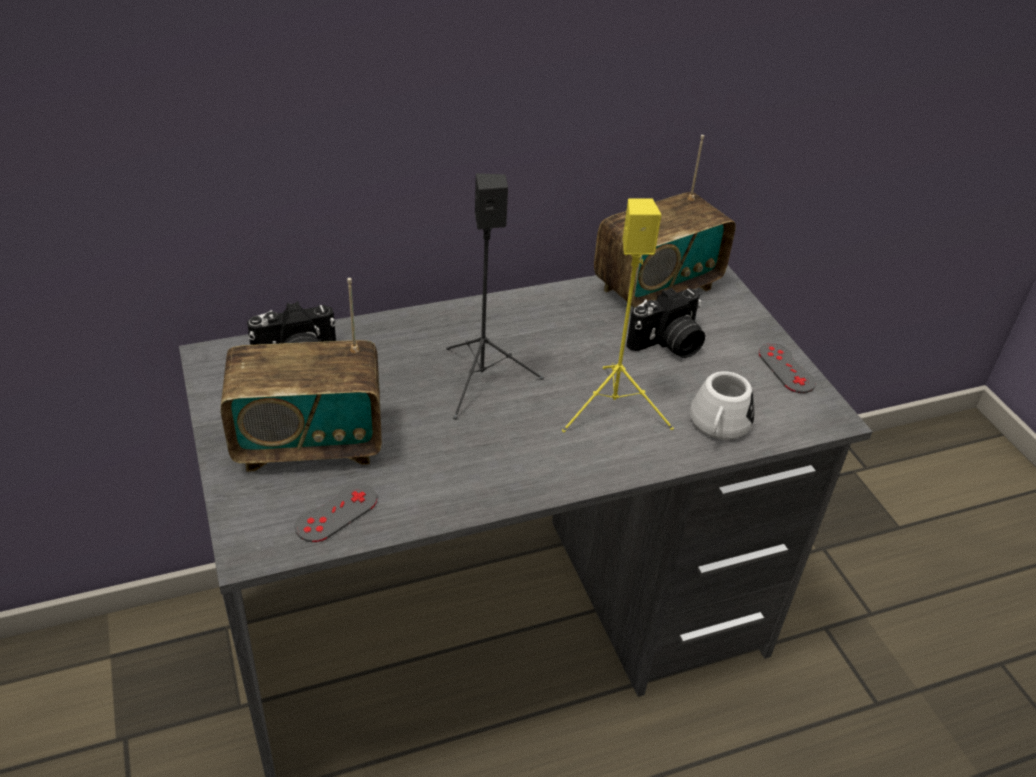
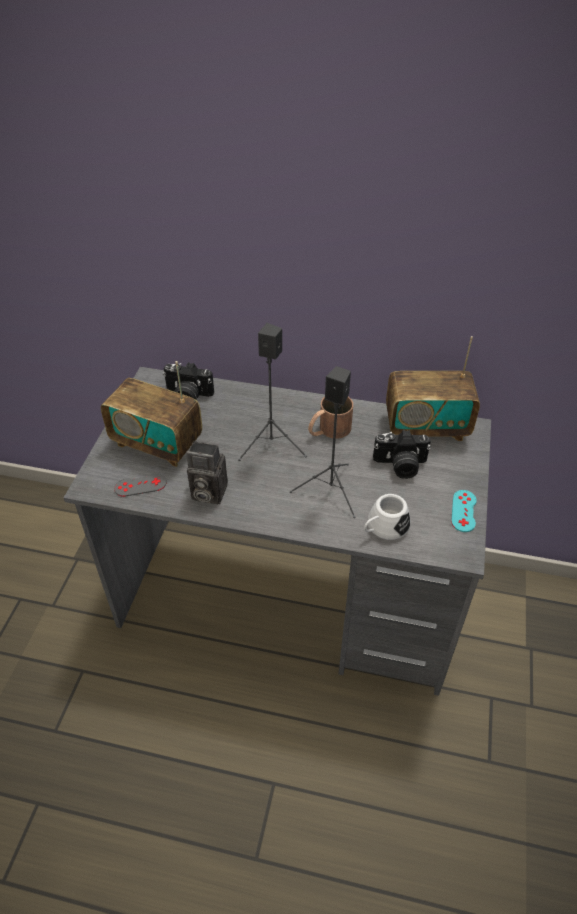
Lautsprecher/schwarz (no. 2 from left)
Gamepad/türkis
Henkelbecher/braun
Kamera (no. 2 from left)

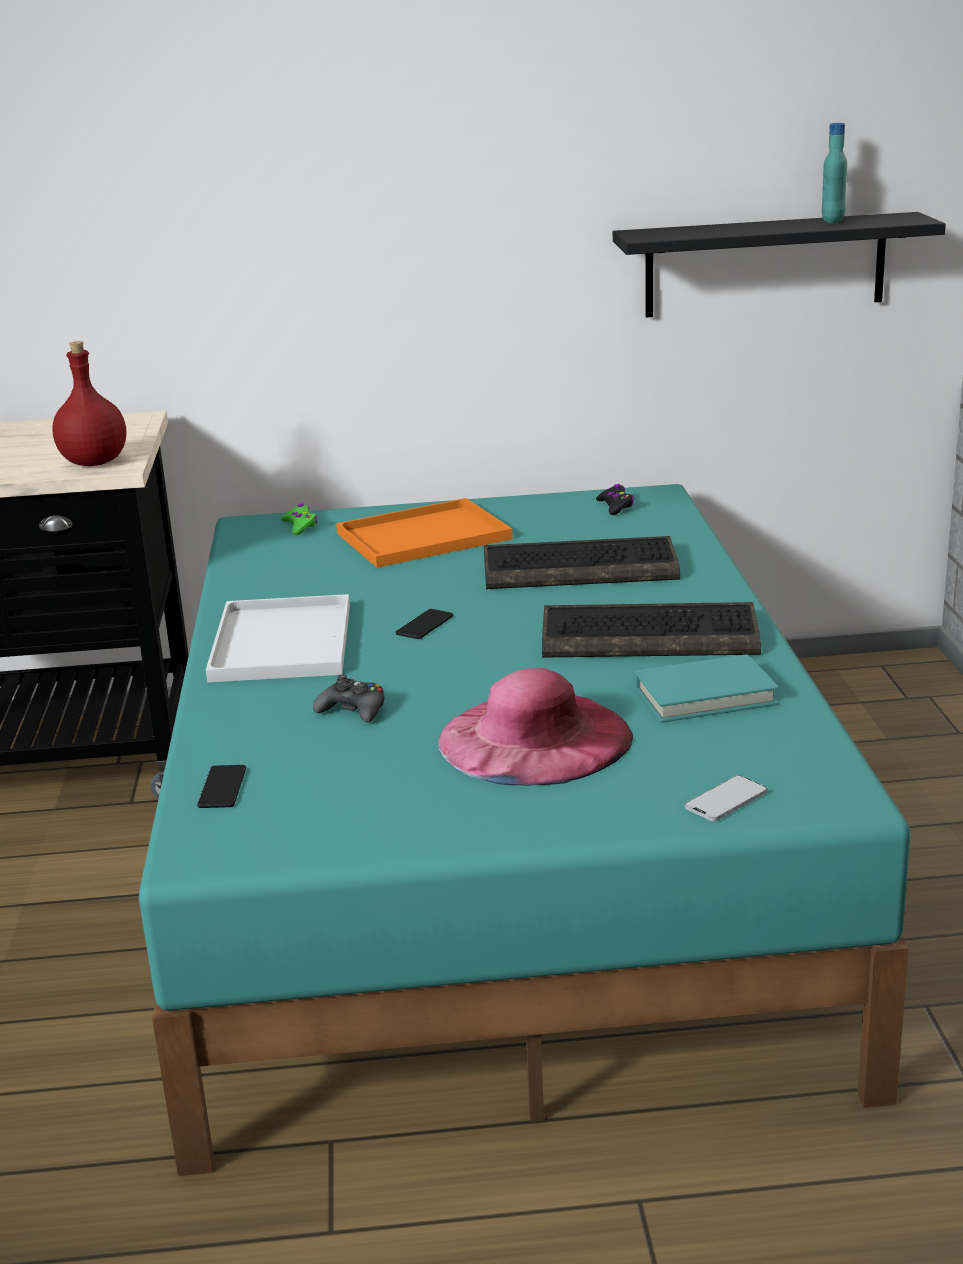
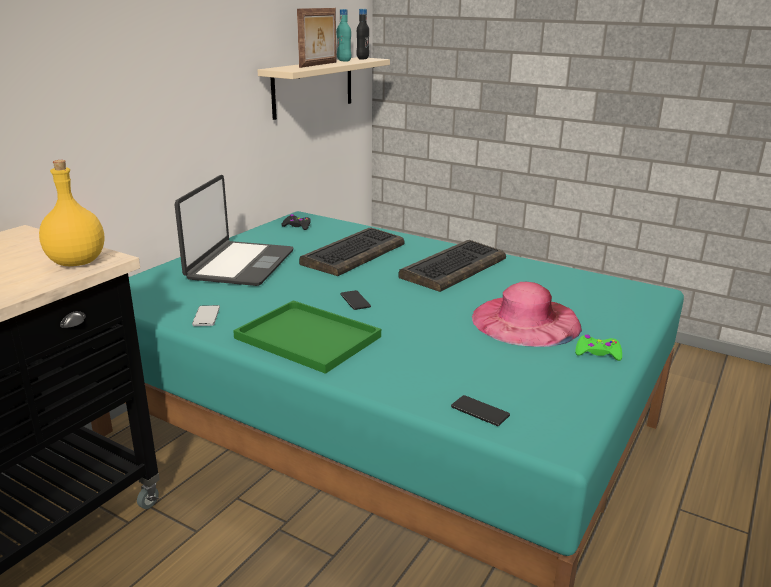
Wandregal/beige
Flasche/gelb
Laptop
Gamepad/grün
Tablett/grün
Buch/türkis
Gamepad/schwarz (no. 1 from left in the first image)
Handy (no. 1 from left)
Bilderrahmen
Flasche/schwarz

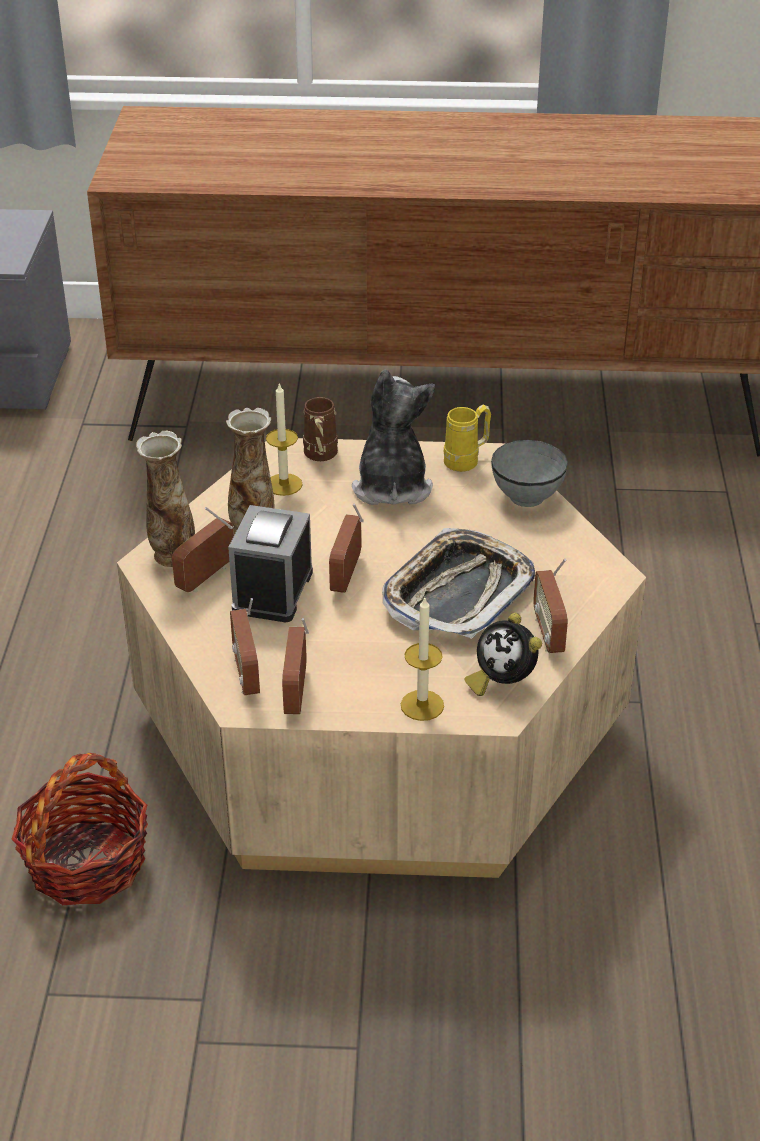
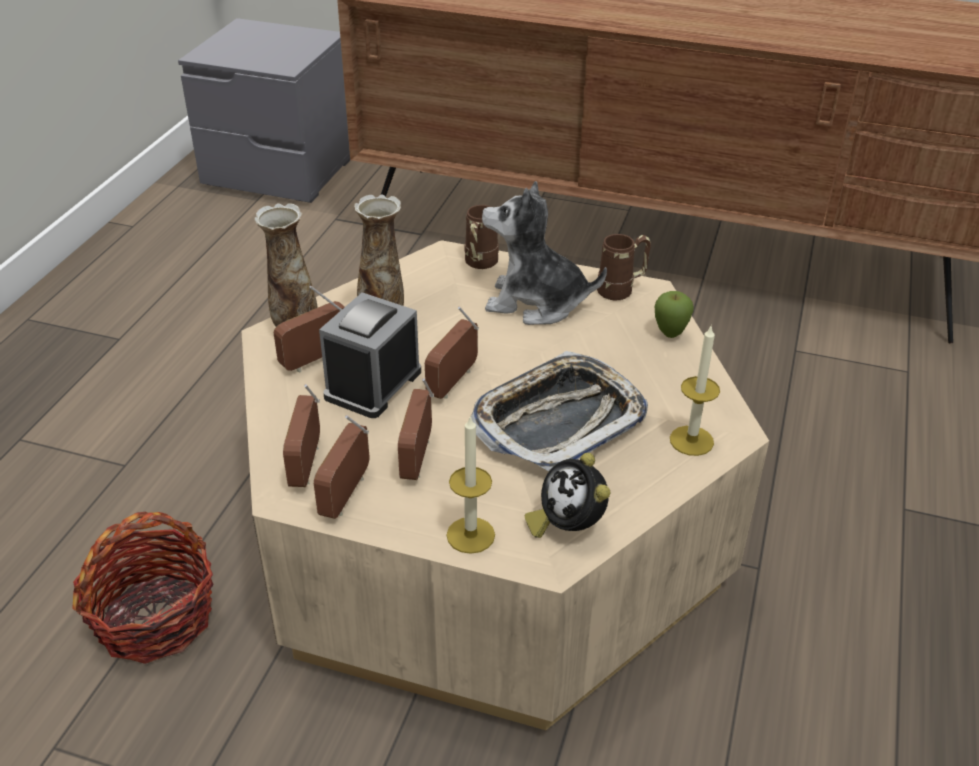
Plüschtier
Kerze (no. 2 from left)
Henkelbecher/braun (no. 2 from left)
Apfel
Radio (no. 4 from left)

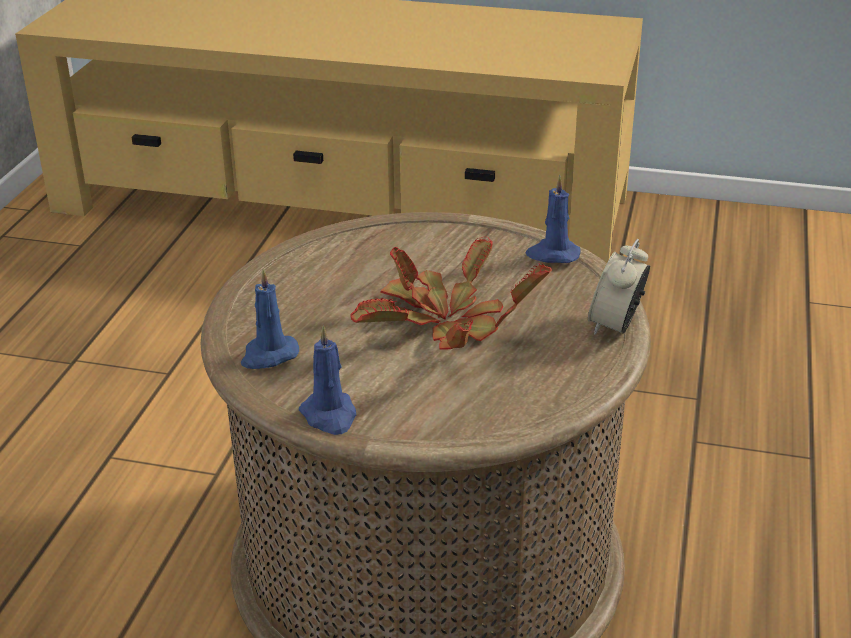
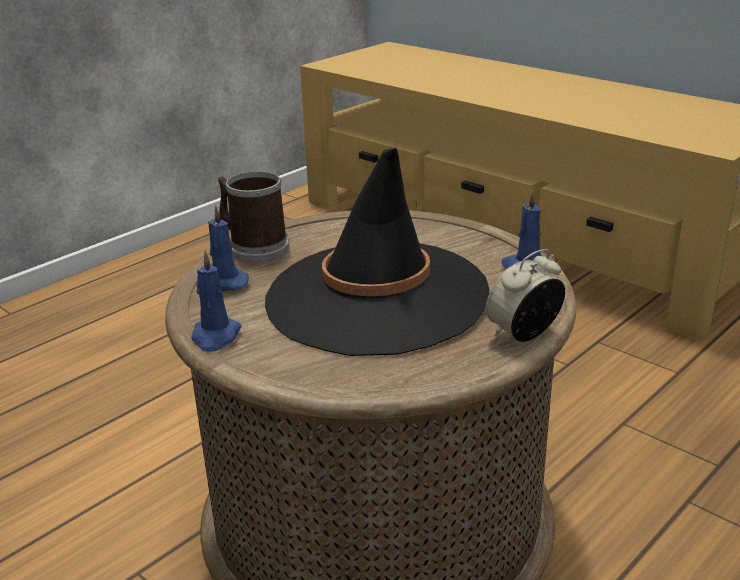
Hut/schwarz
Henkelbecher

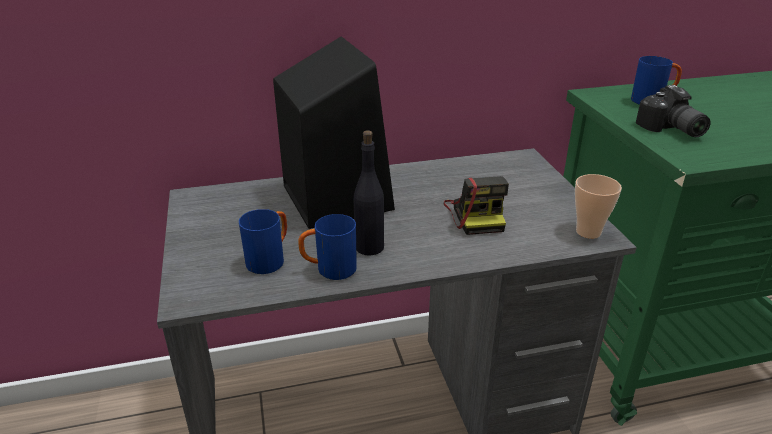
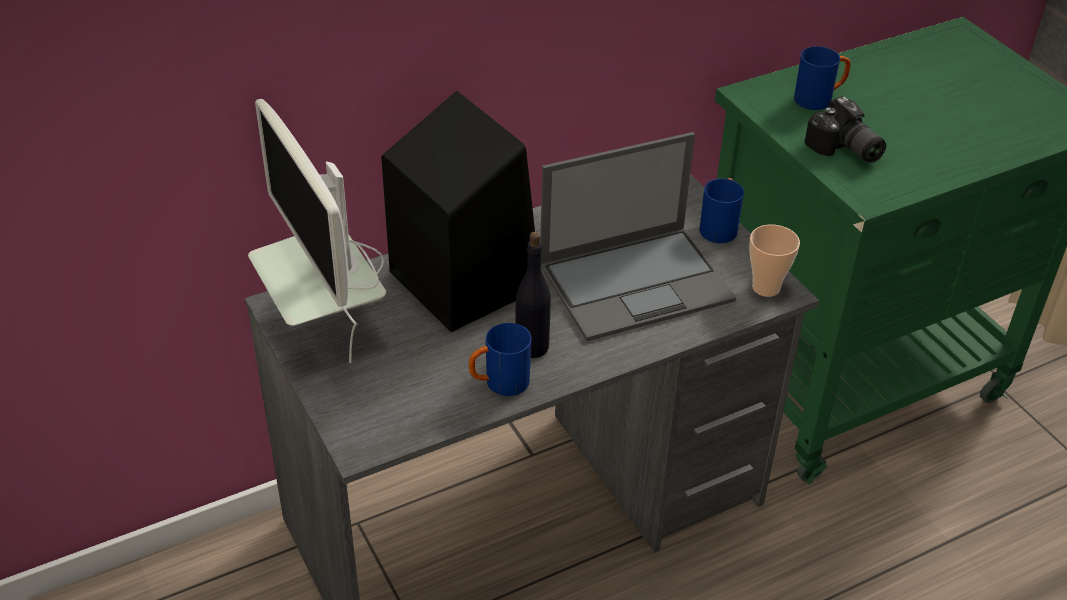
Laptop
Henkelbecher/blau (no. 2 from left)
Monitor

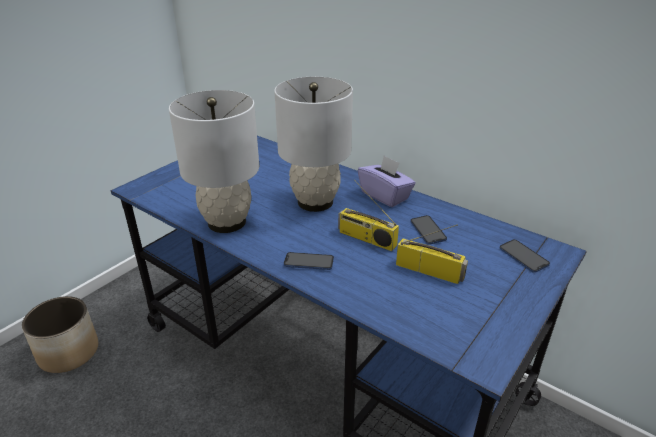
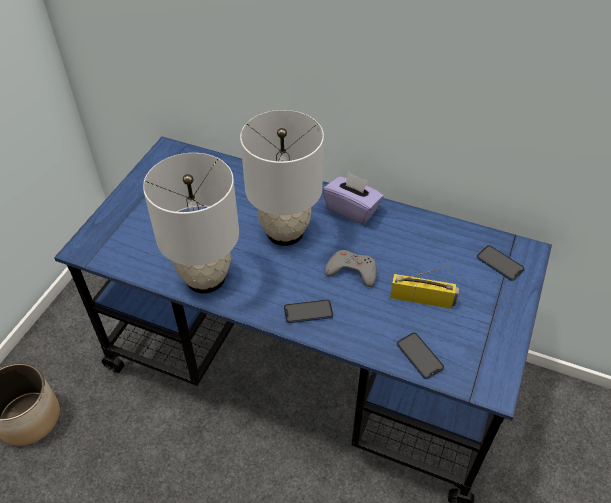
Gamepad/grau
Handy (no. 2 from left)

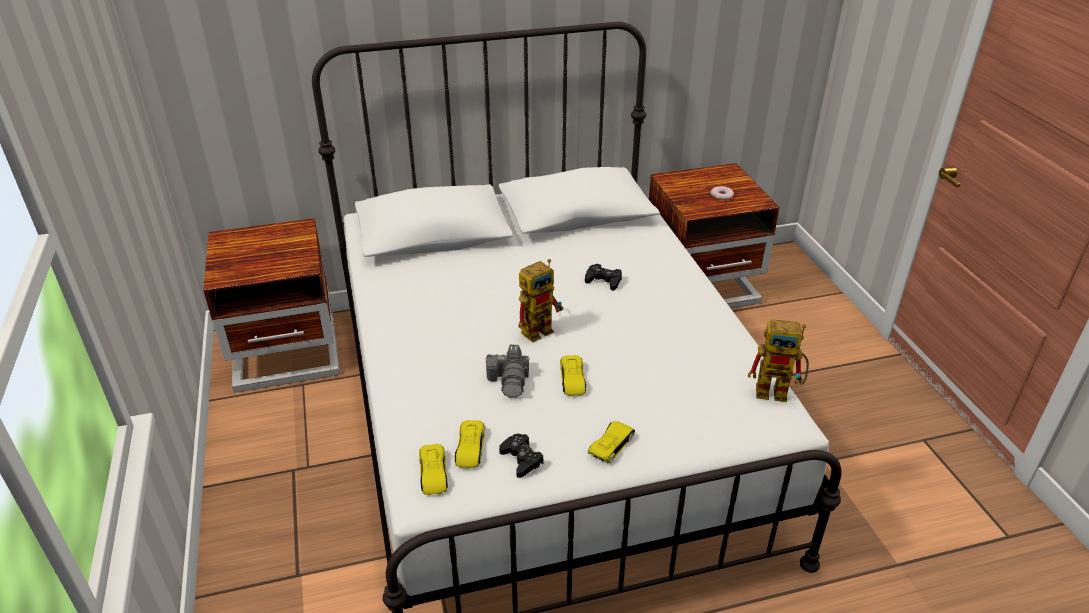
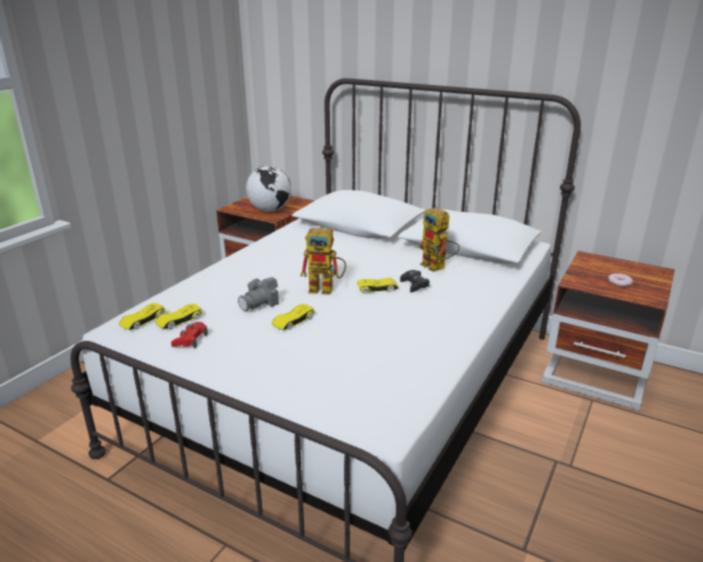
Spielzeugroboter (no. 2 from left)
Spielzeugauto/gelb (no. 4 from left)
Gamepad/rot
Globus

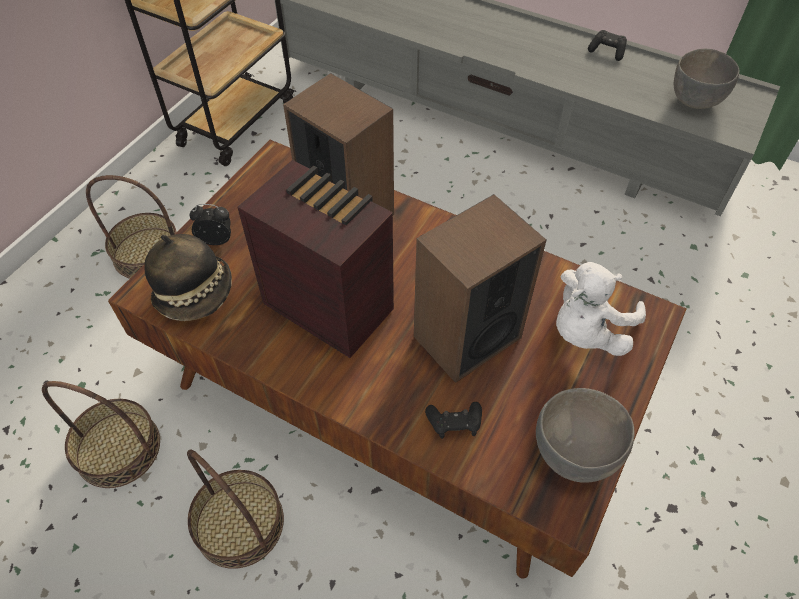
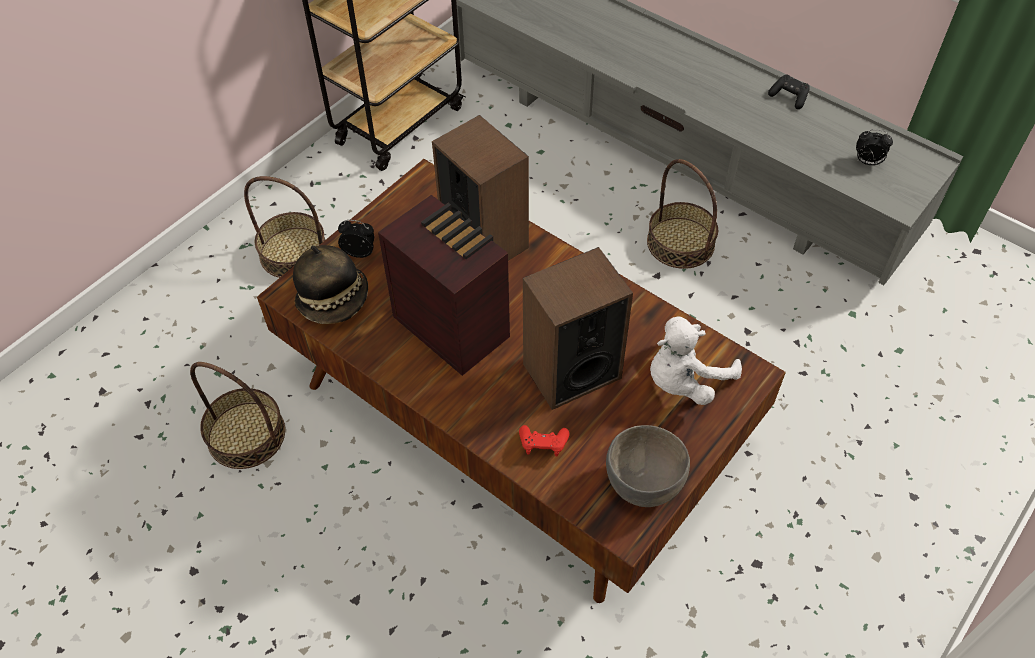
Wecker (no. 2 from left)
Gamepad/rot
Korb (no. 3 from left)

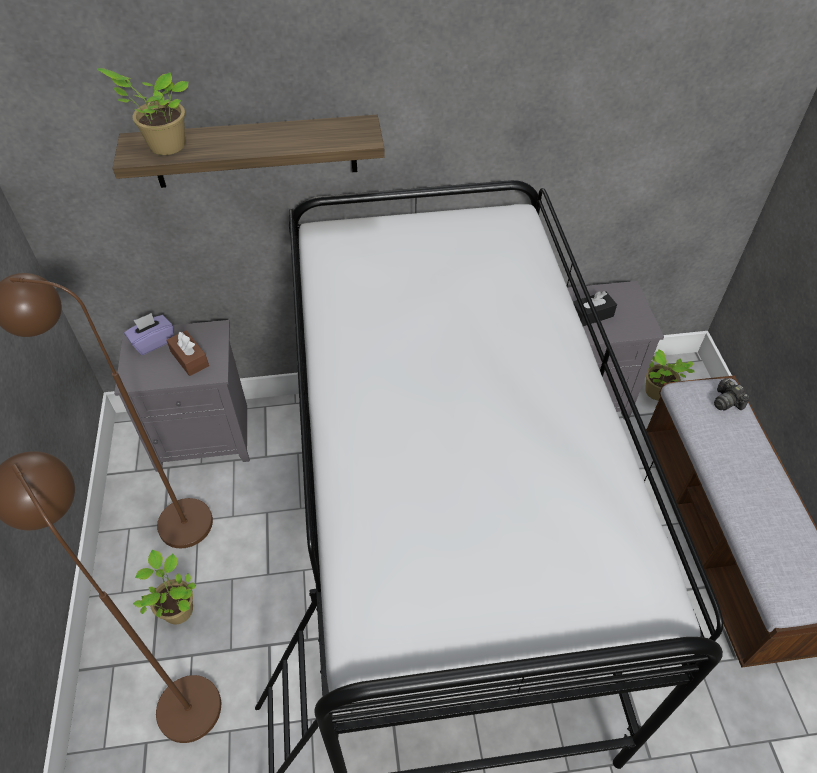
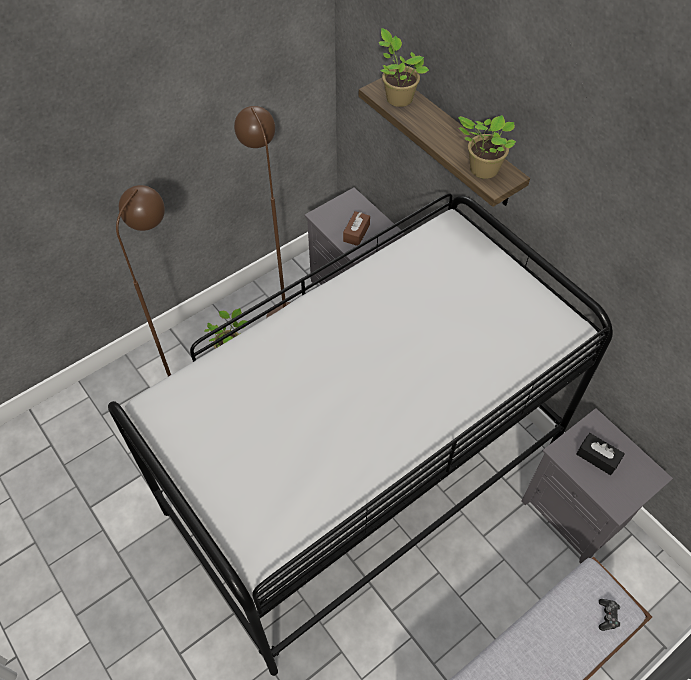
Taschentuchbox/lila
Topfpflanze (no. 3 from left)
Gamepad

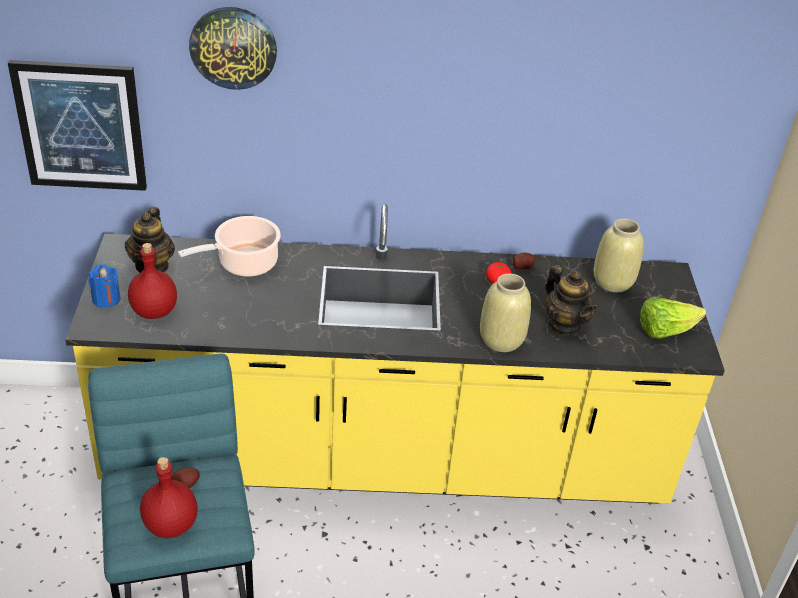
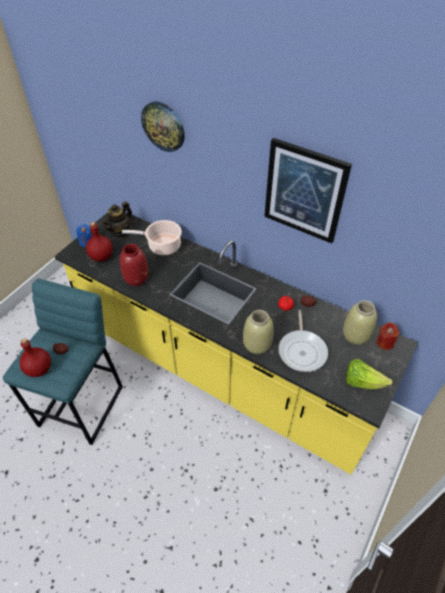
Bild
Pfanne
Vase/rot
Kerze/rot

